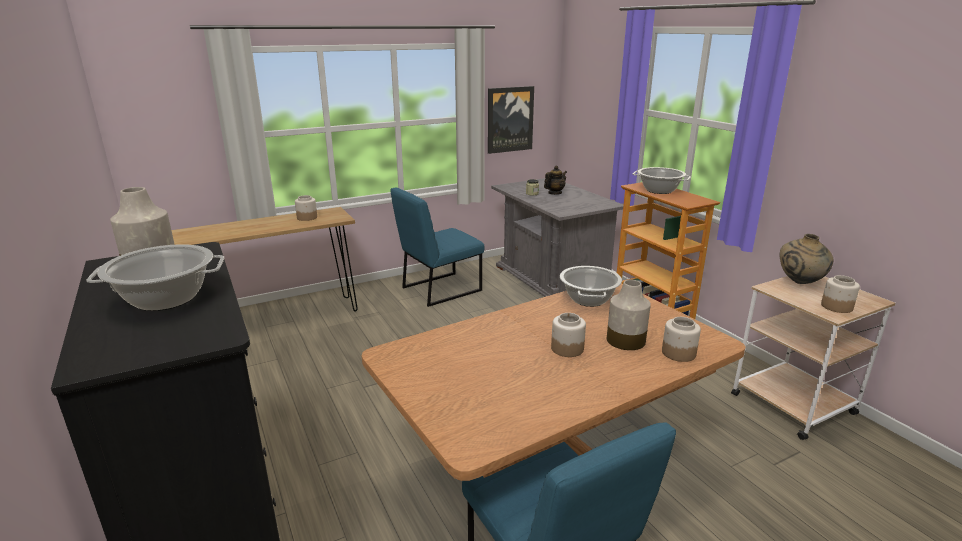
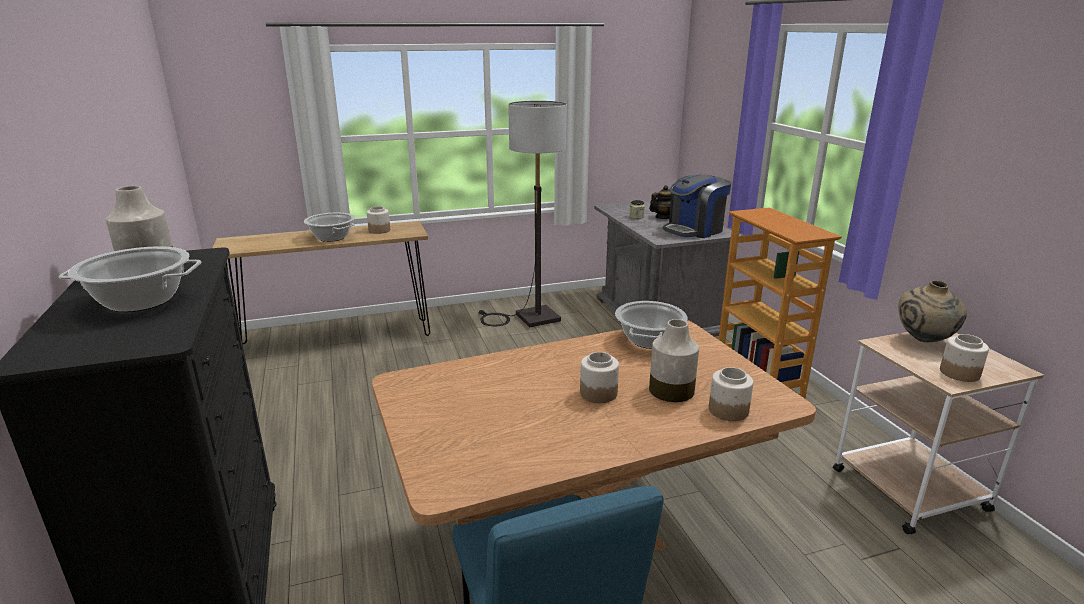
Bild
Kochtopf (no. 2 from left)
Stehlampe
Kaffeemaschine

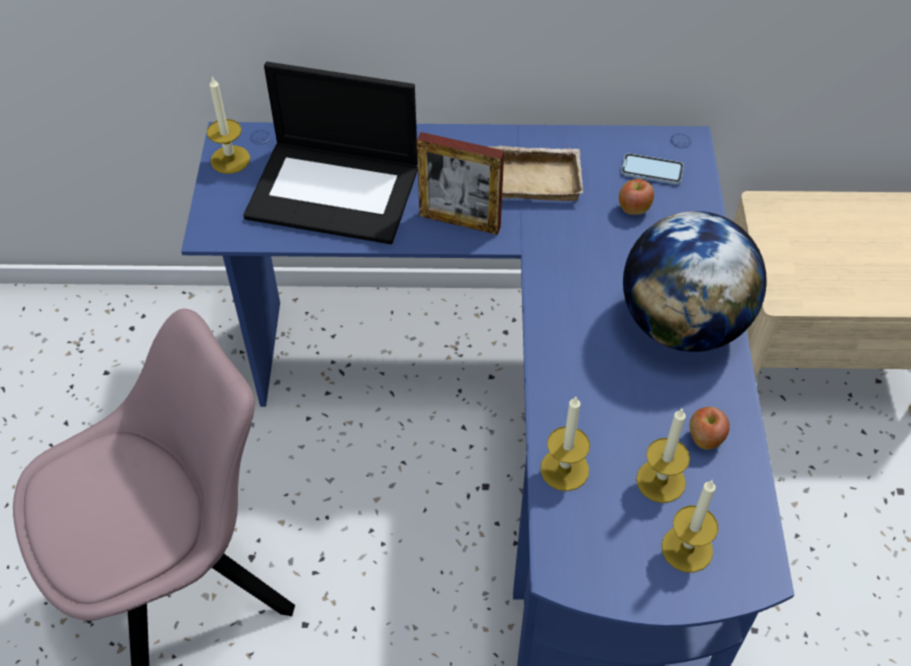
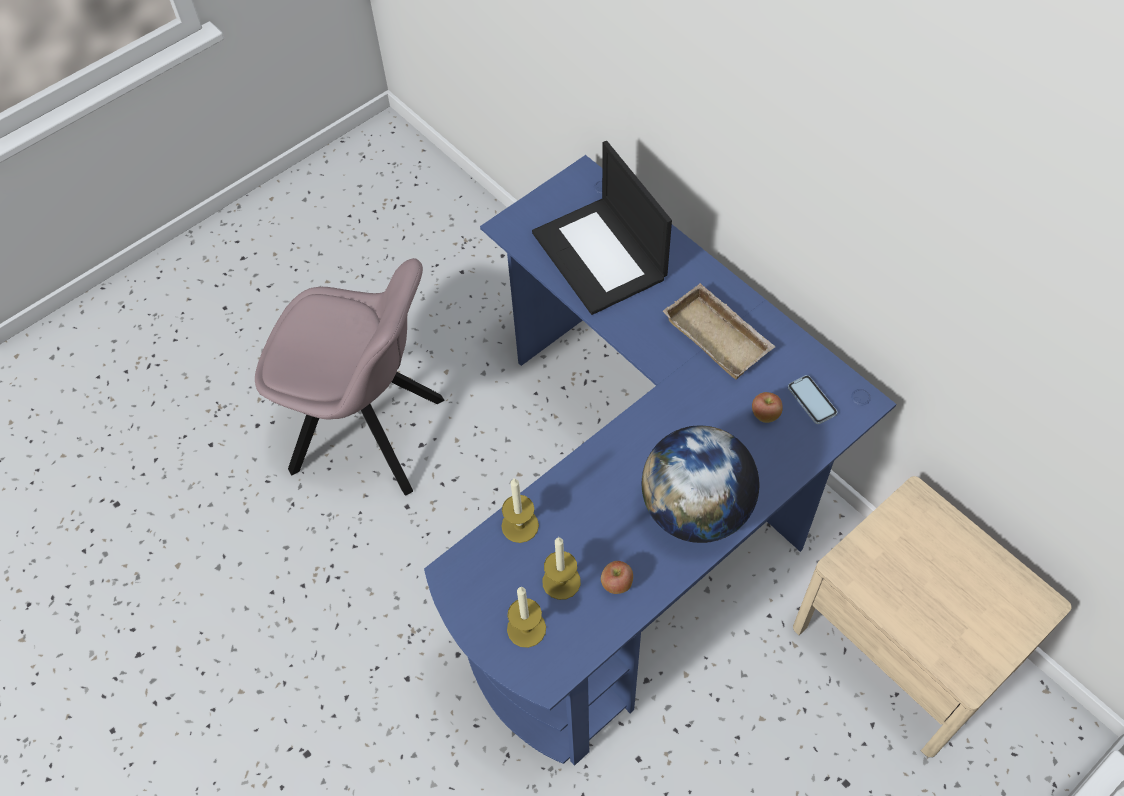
Kerze (no. 1 from left in the first image)
Bilderrahmen

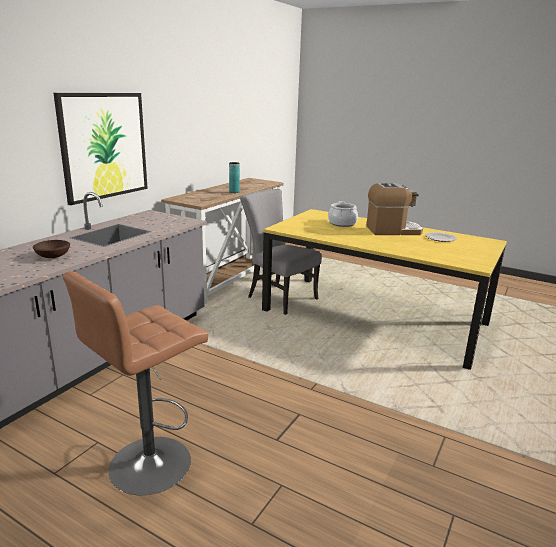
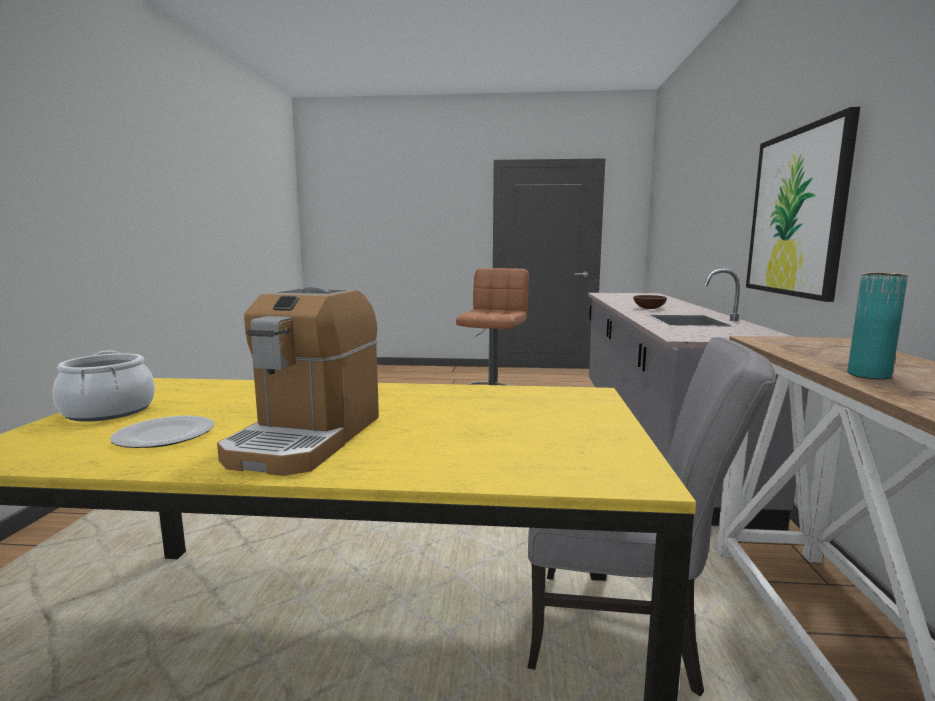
Kaffeemaschine
Kochtopf

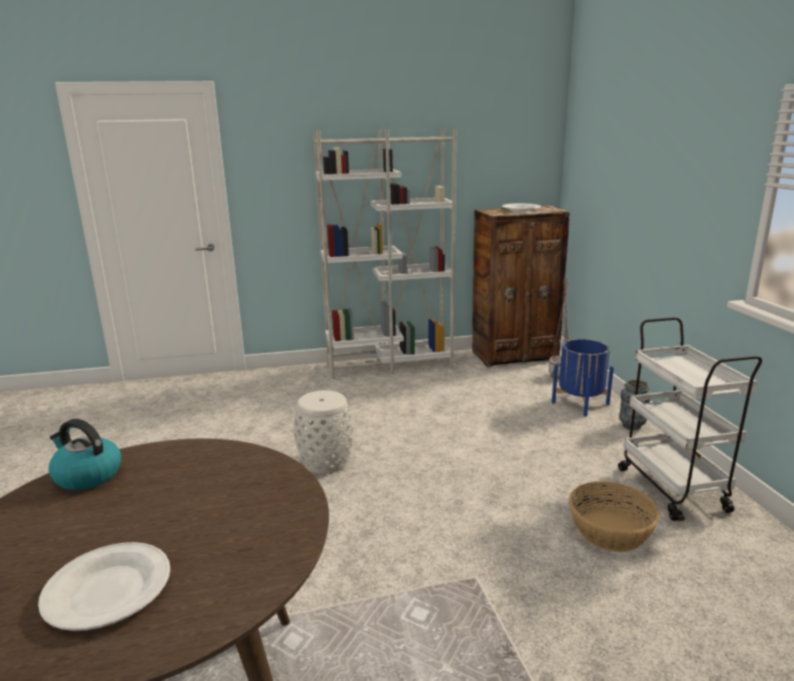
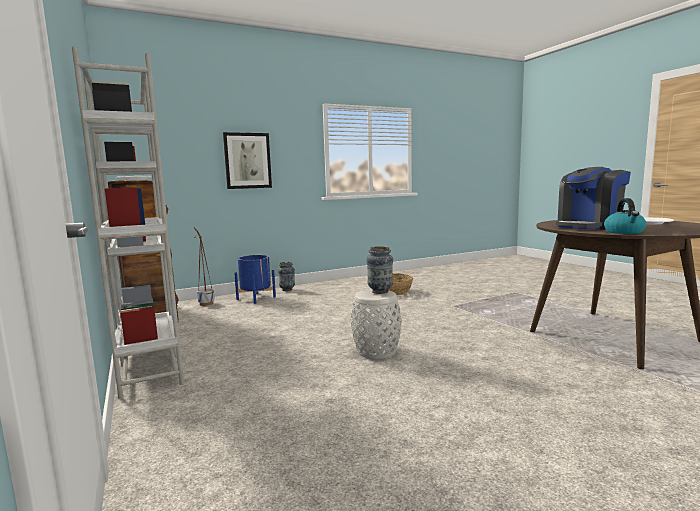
Rollwagen/weiß
Bild
Kaffeemaschine
Vase (no. 2 from left)

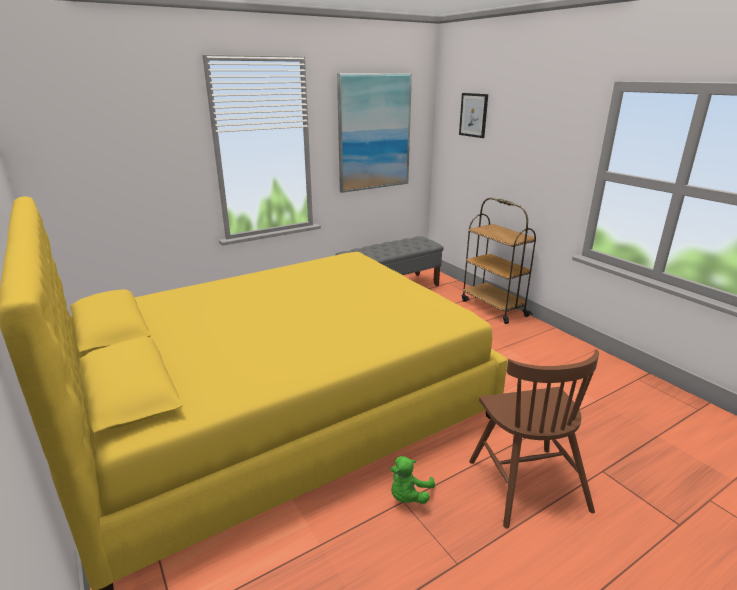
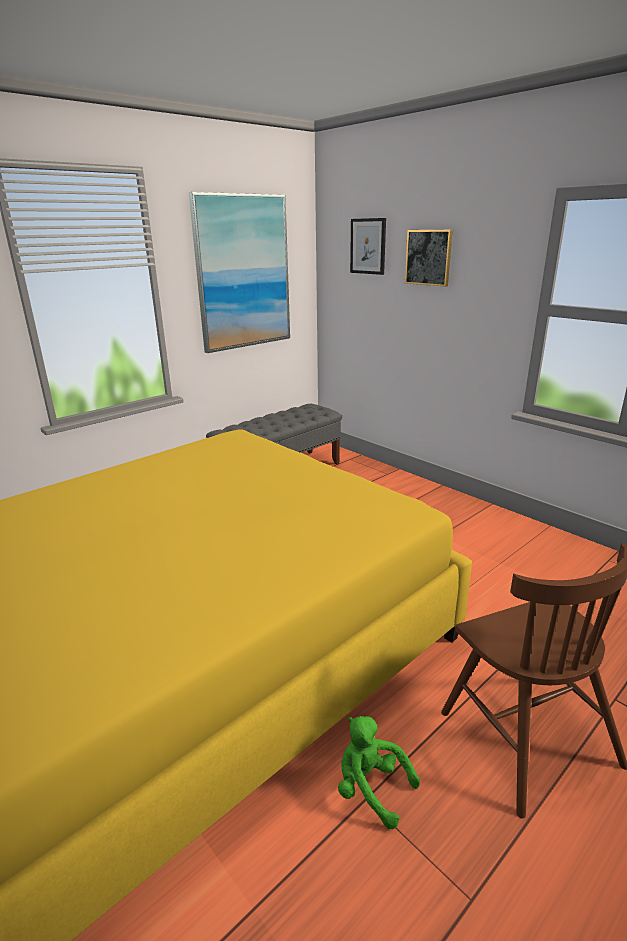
Rollwagen/braun
Plüschtier/grün
Bild (no. 3 from left)

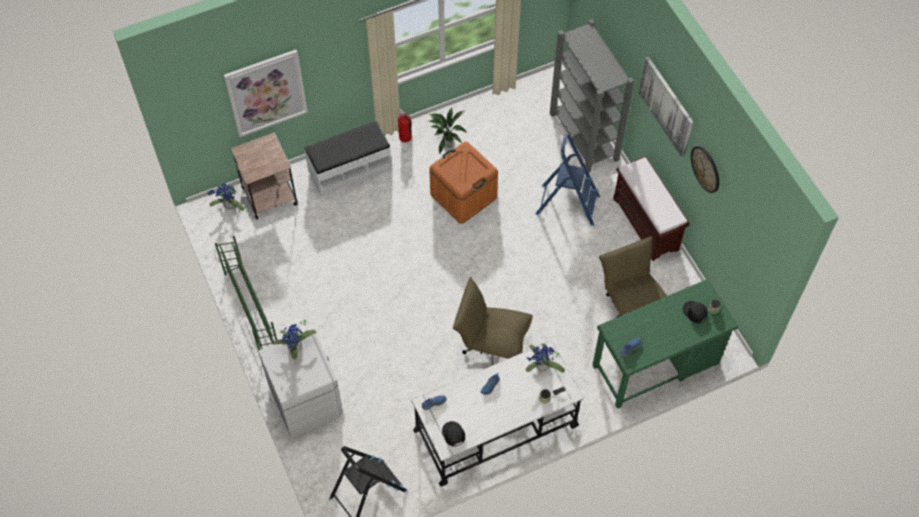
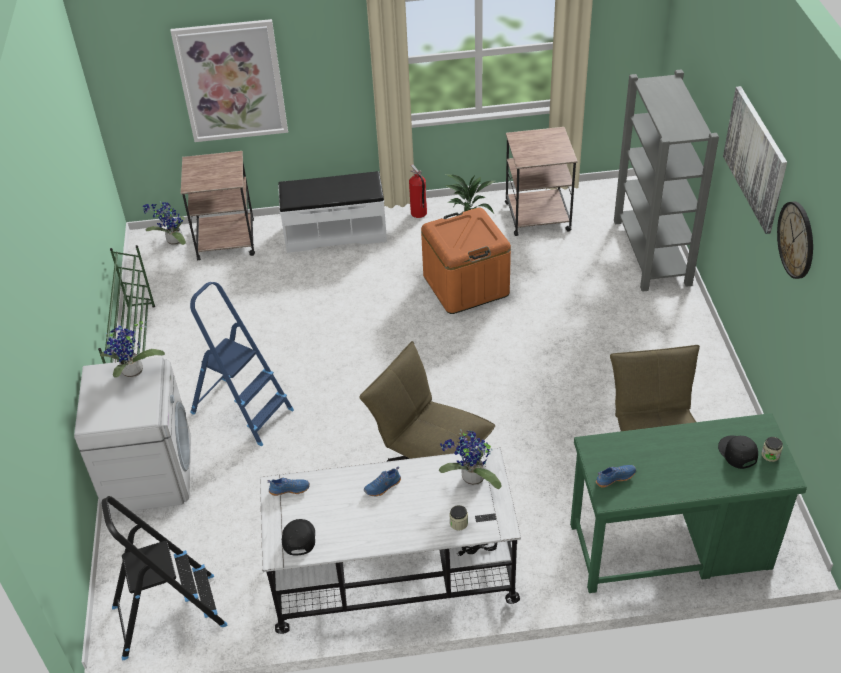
Trittleiter/blau
Bank/braun
Rollwagen/braun (no. 2 from left)

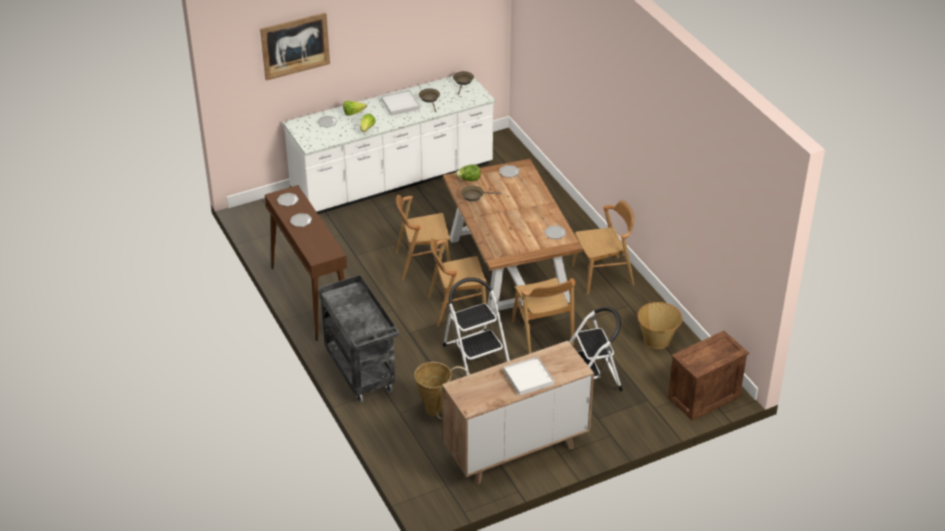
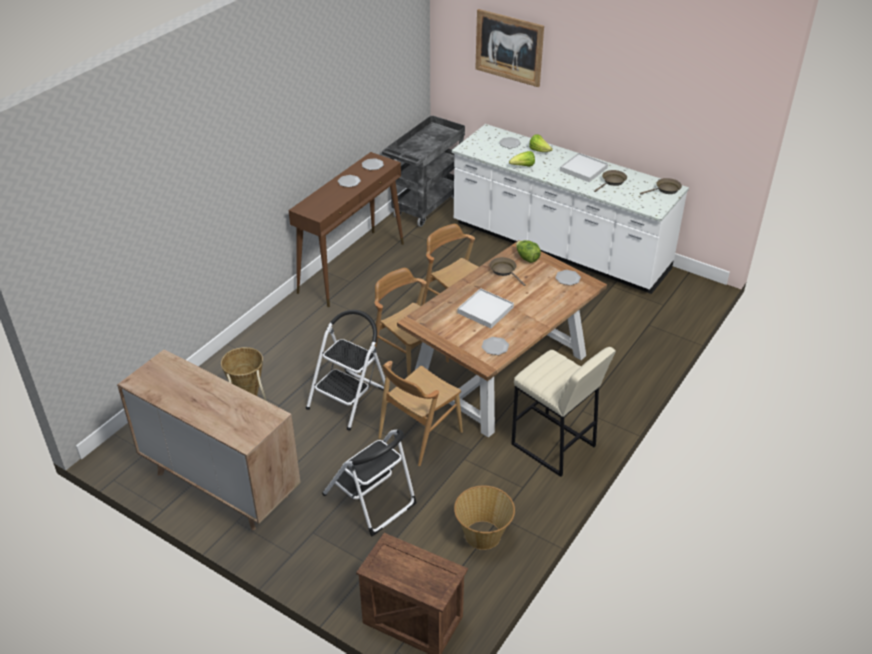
Hocker/beige
Rollwagen/schwarz
Tablett/weiß (no. 1 from left)

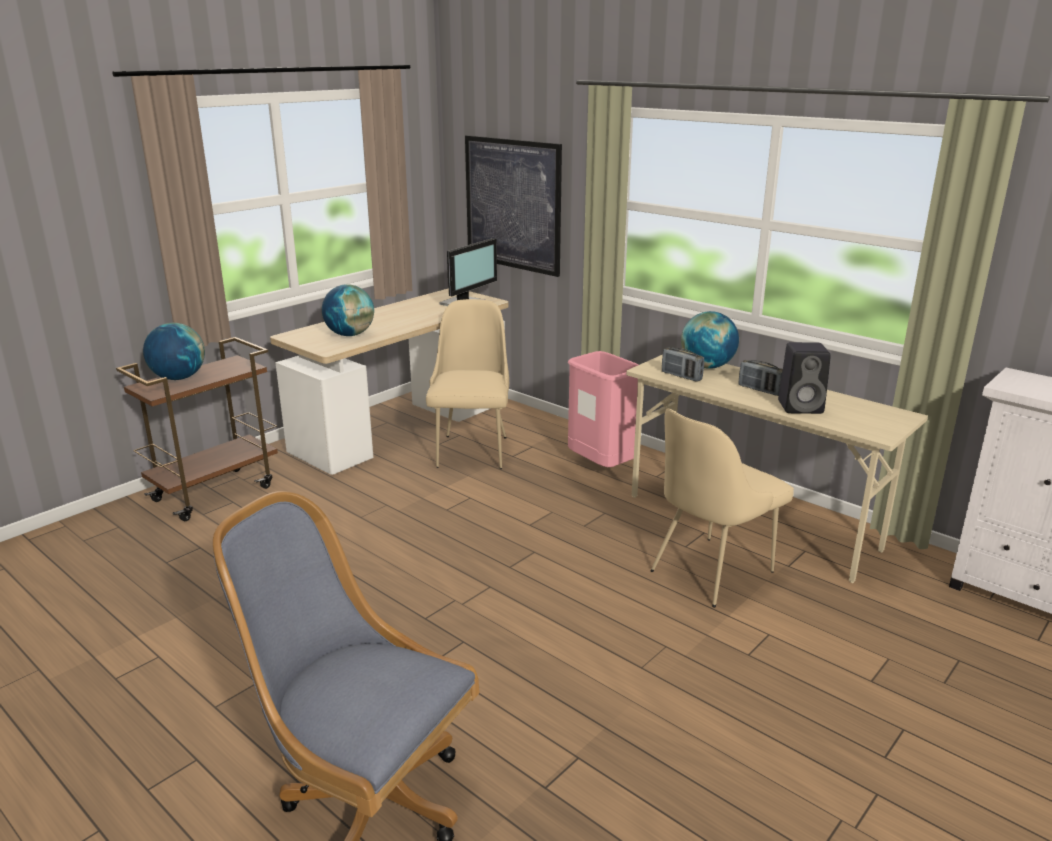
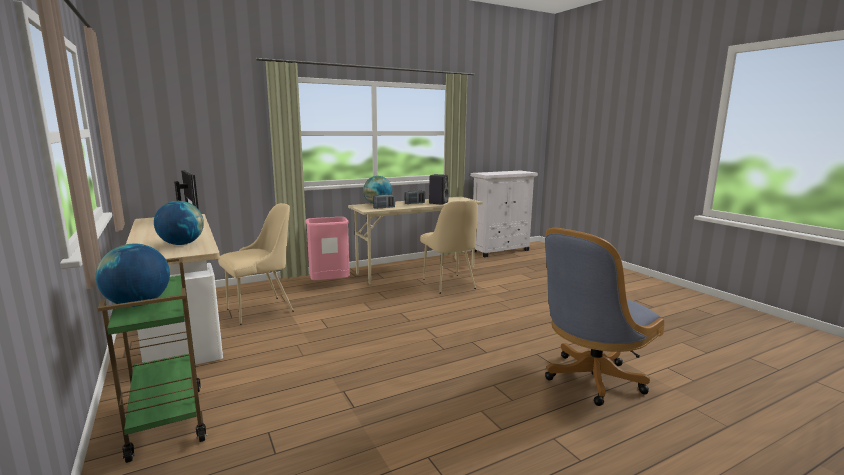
Bild
Stuhl/beige (no. 1 from left)
Rollwagen/grün

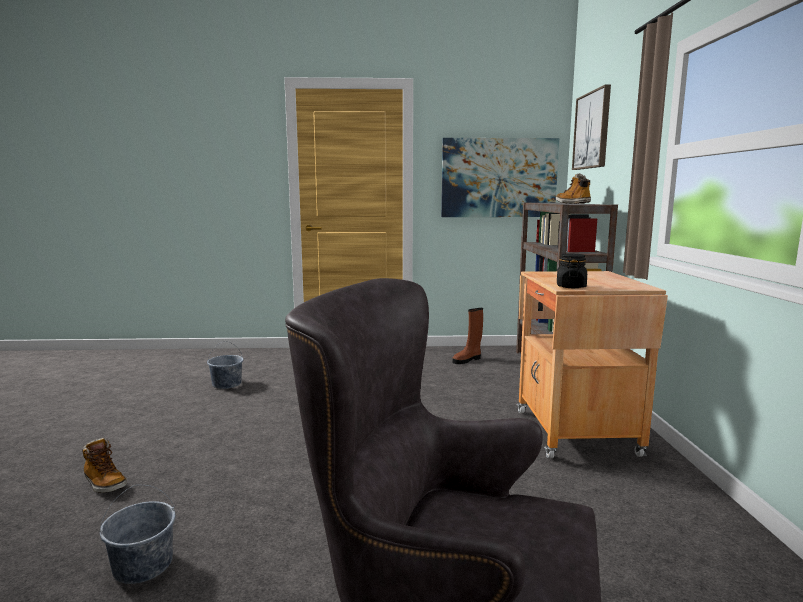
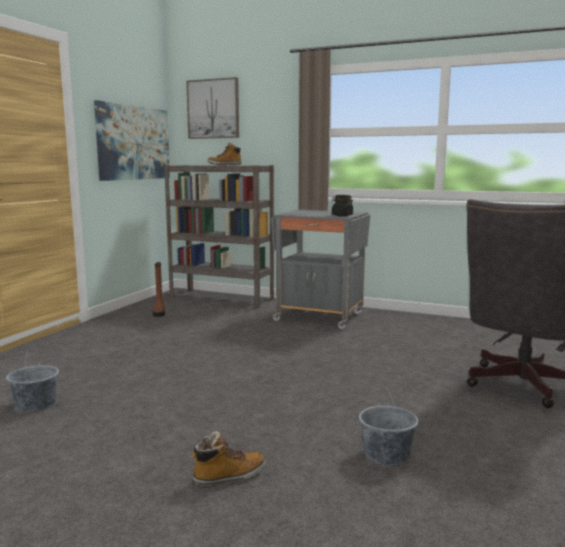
Rollwagen/grau

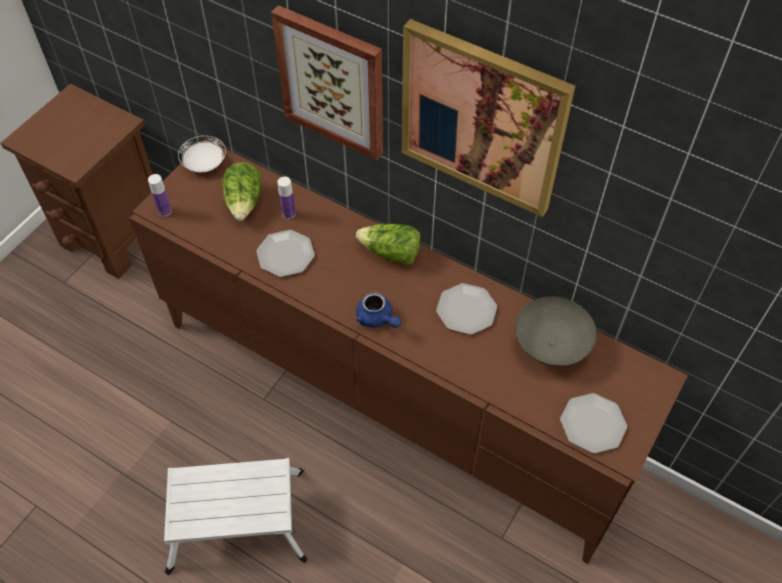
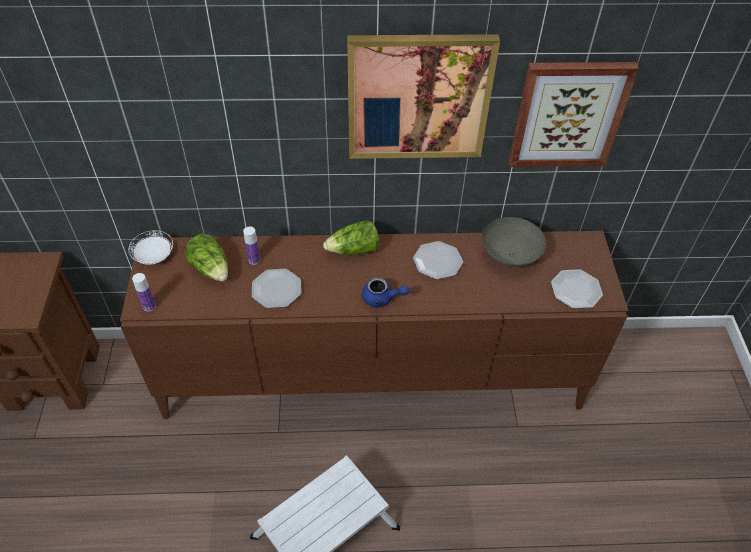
Bild (no. 2 from left)

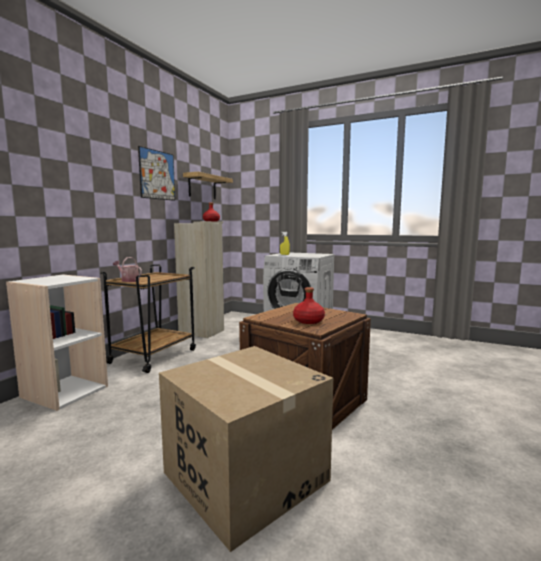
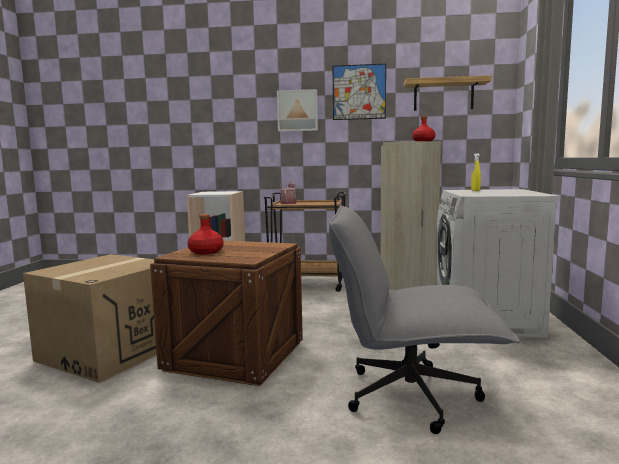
Bild (no. 1 from left)
Bürostuhl/grau

